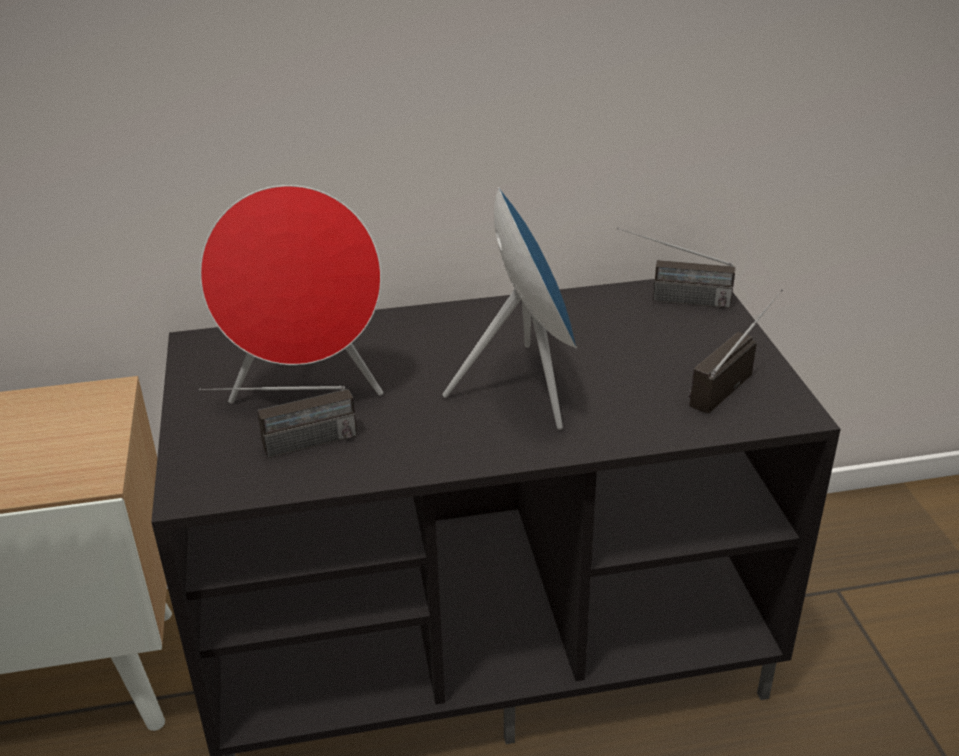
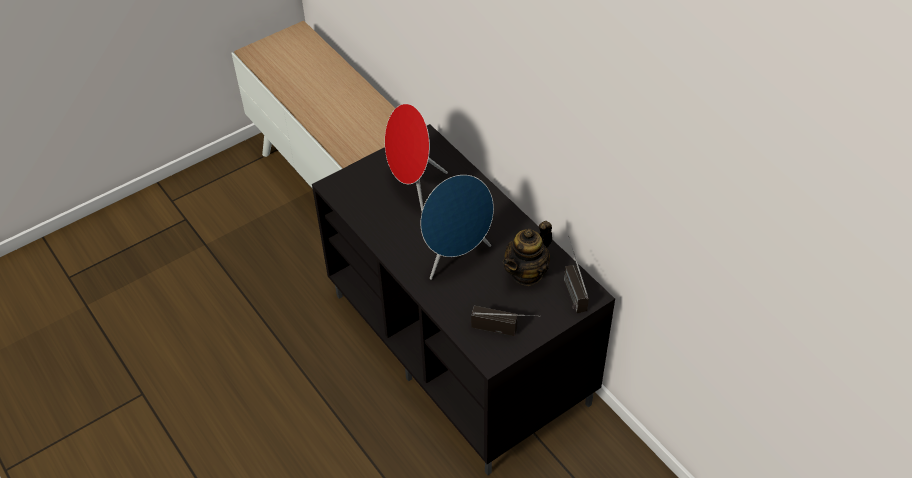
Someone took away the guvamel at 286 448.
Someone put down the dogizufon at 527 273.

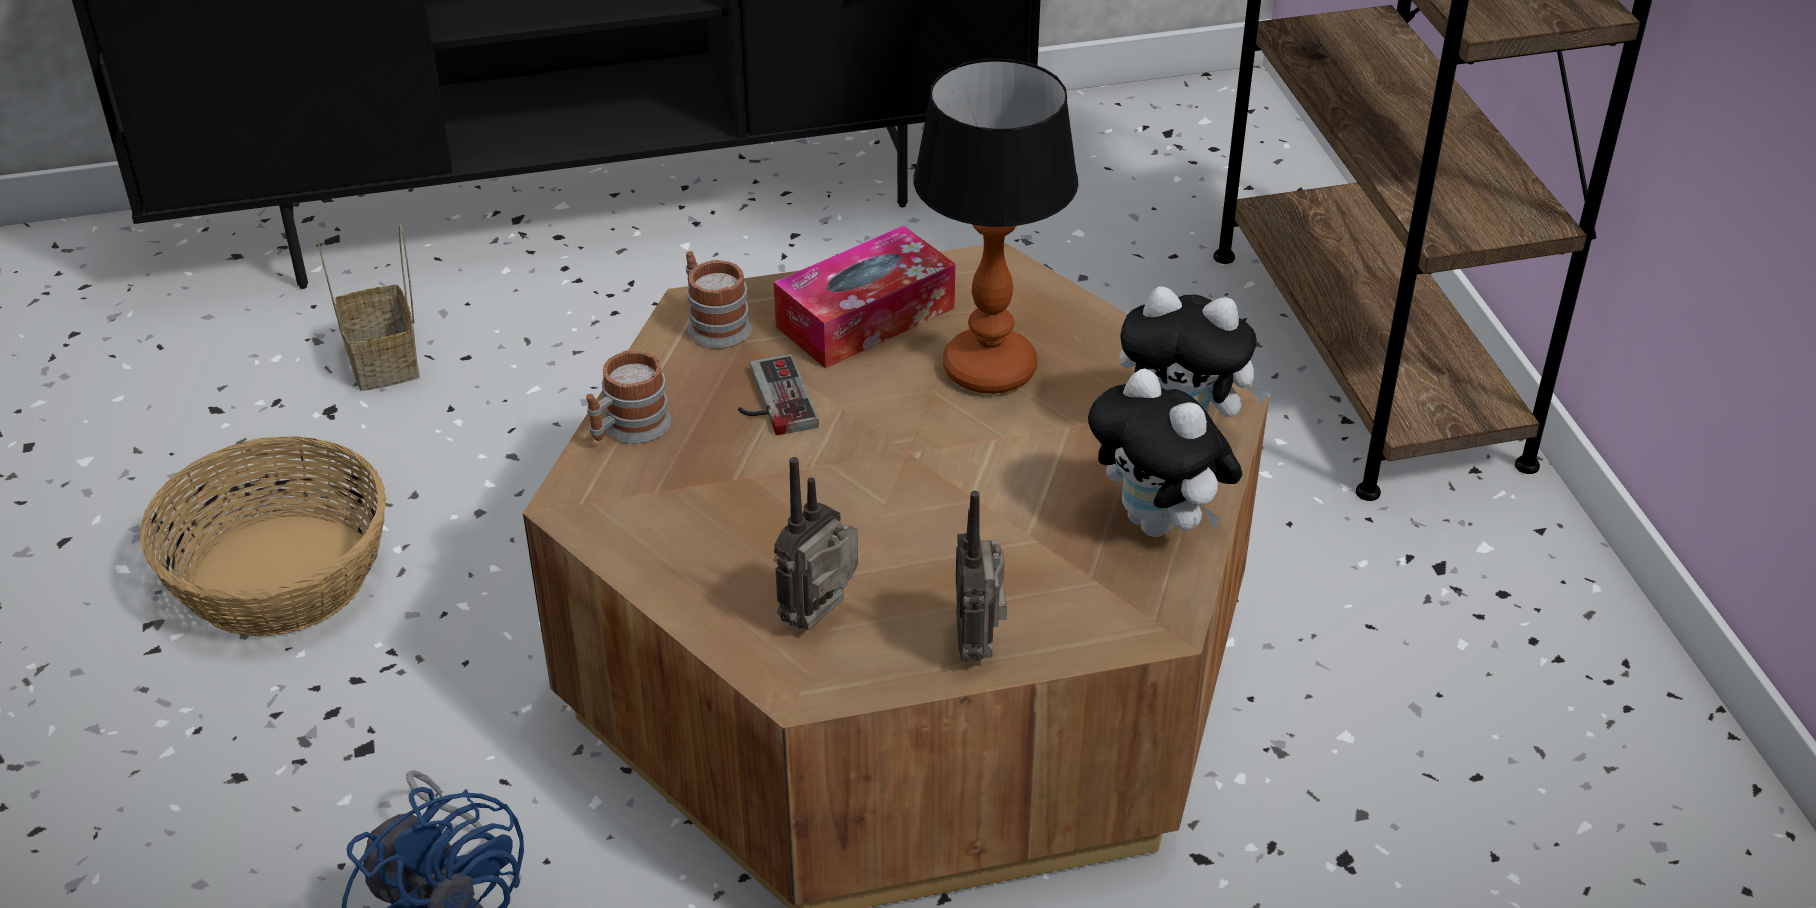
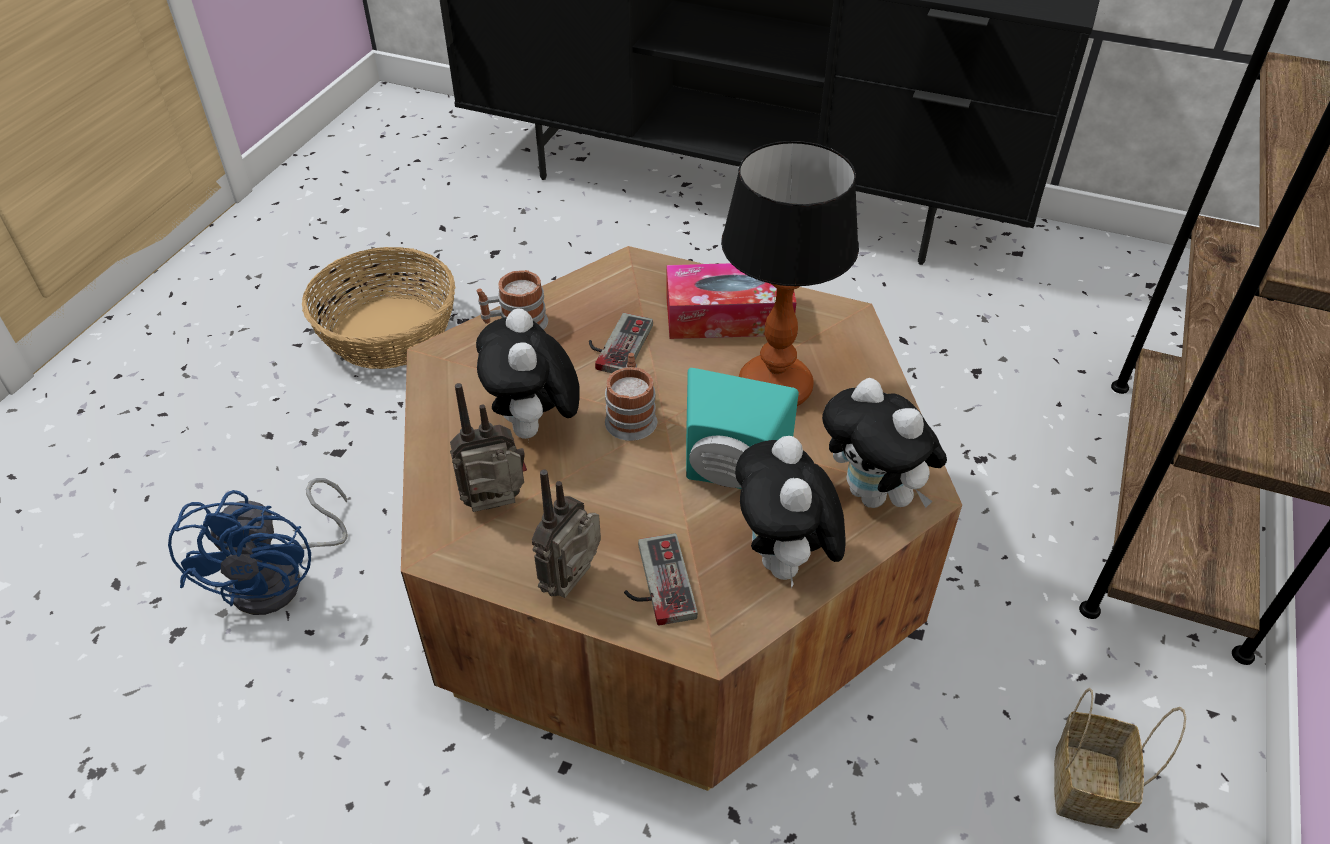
Someone carried the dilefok from 385 363 to 1089 788.
Someone carried the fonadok from 713 324 to 631 416.
Someone put down the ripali at 534 428.
Someone put down the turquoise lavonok at 730 476.
Someone put down the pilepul at 654 583.

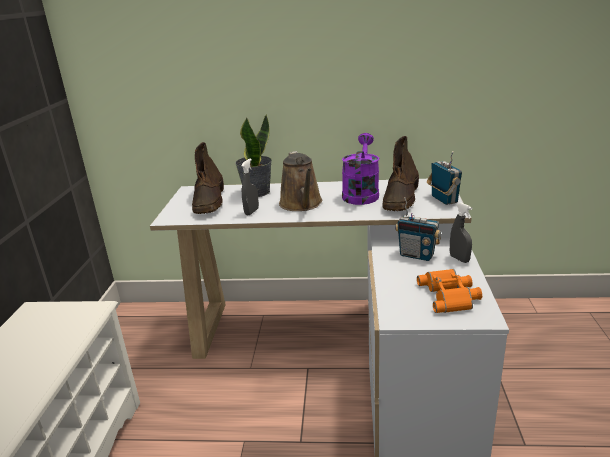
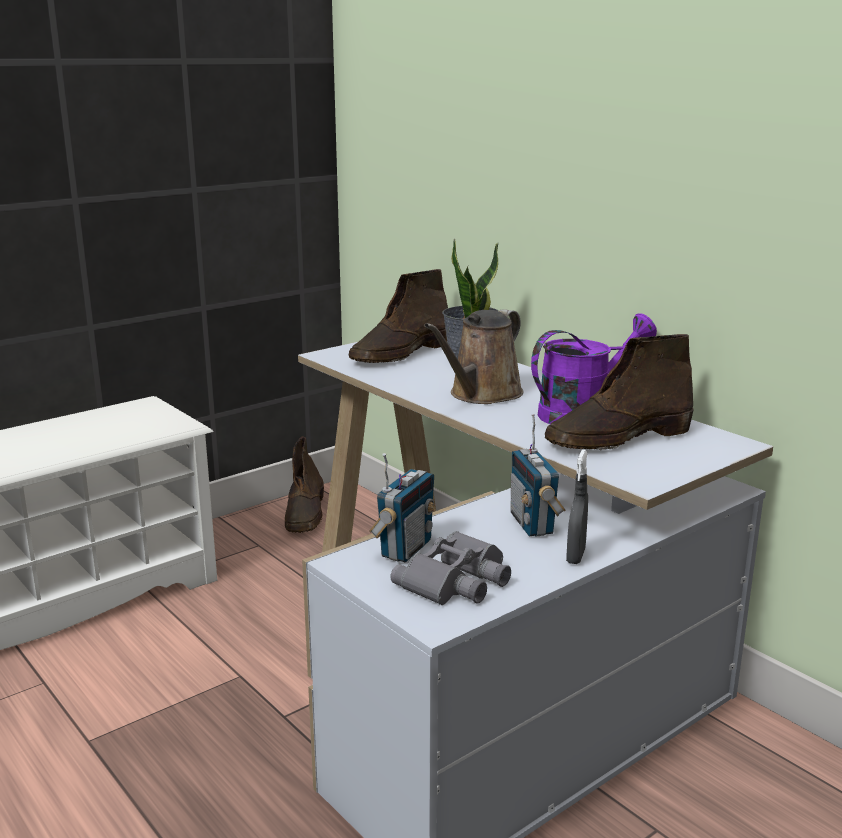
Someone carried the guvamel from 443 200 to 405 549.
Someone took away the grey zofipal at 251 212.
Someone repainted the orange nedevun at 450 295, which became the grey nedevun at 457 581.
Someone put down the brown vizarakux at 305 514.

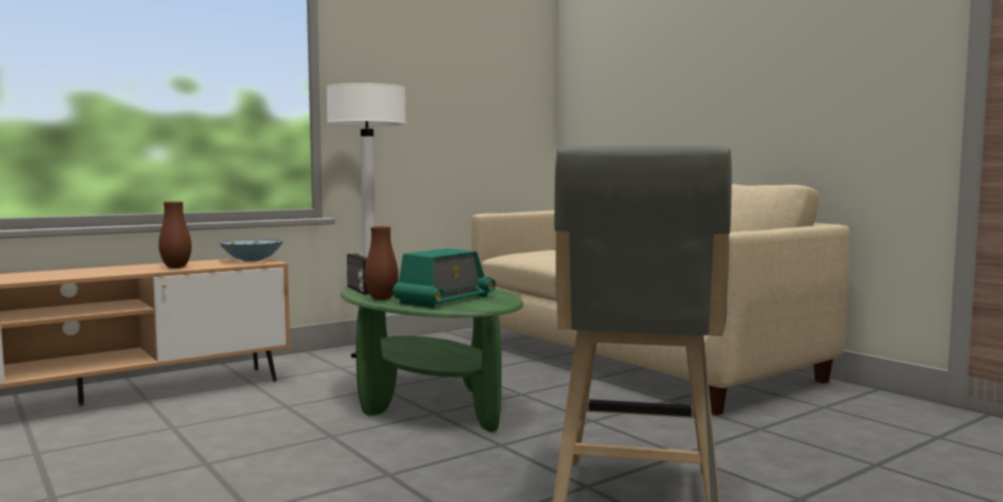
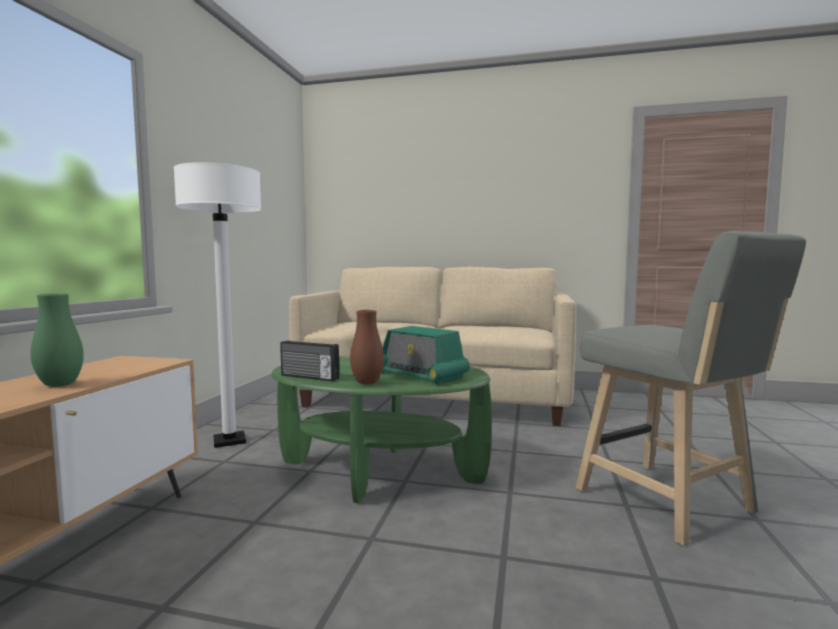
Someone repainted the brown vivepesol at 176 267, which became the green vivepesol at 60 385.
Someone took away the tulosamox at 252 260.
Someone rotated the guvamel at 445 300 by 135 degrees clockwise.

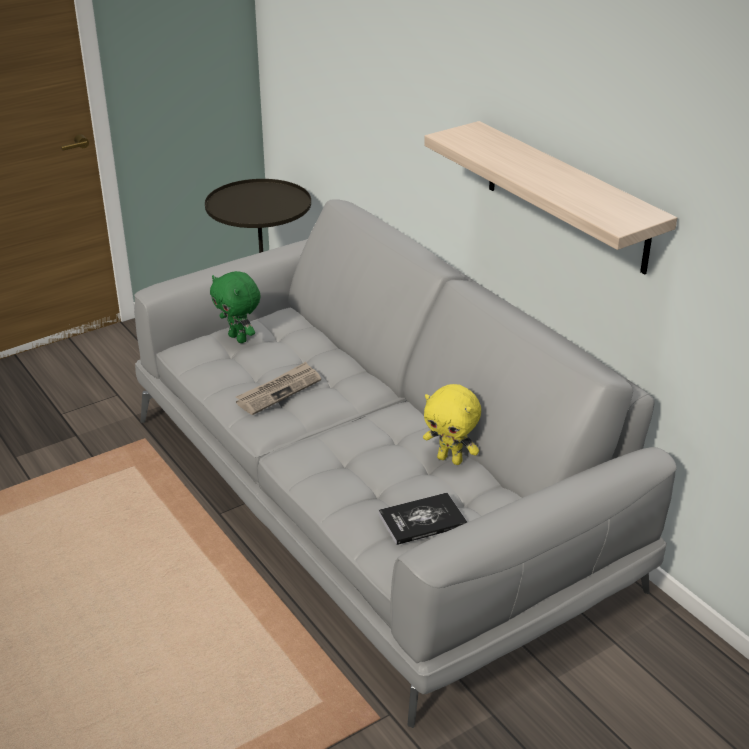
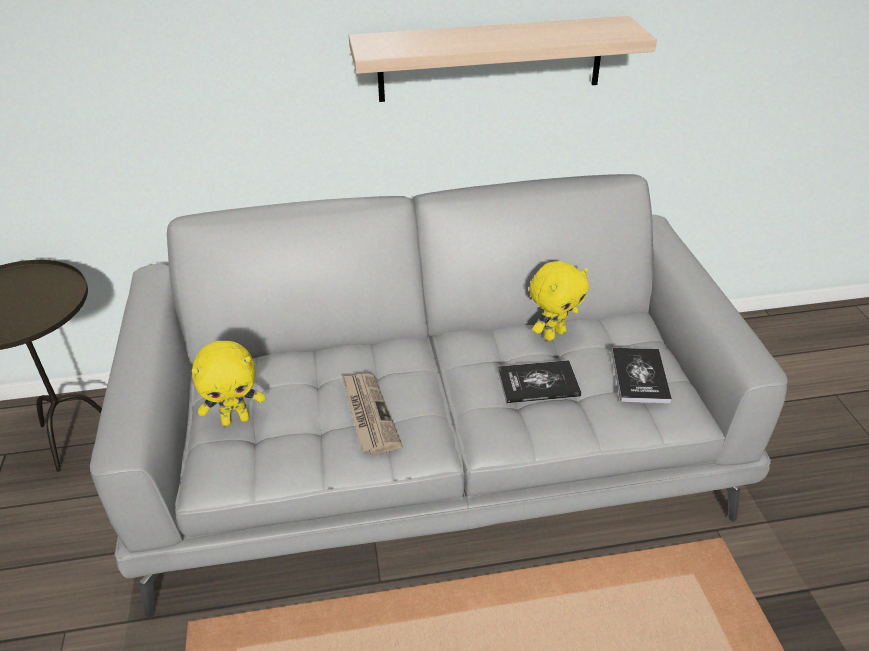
Someone repainted the green ripali at 239 338, which became the yellow ripali at 236 419.
Someone put down the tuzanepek at 538 383.

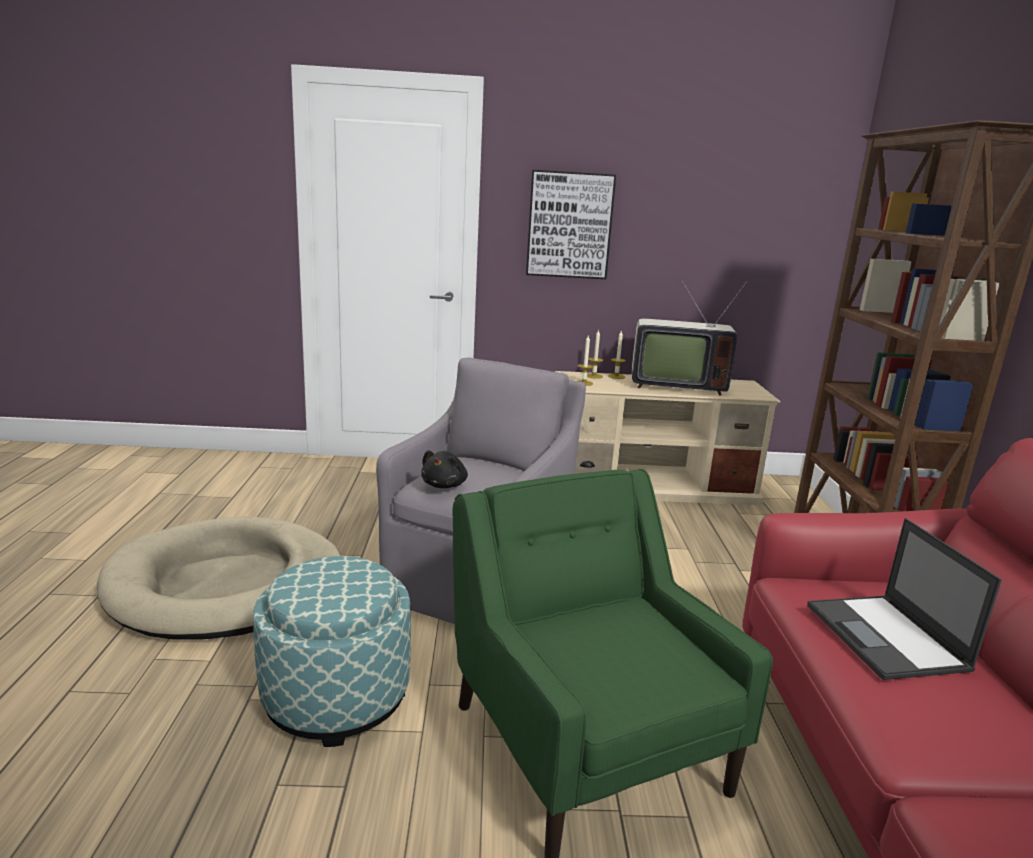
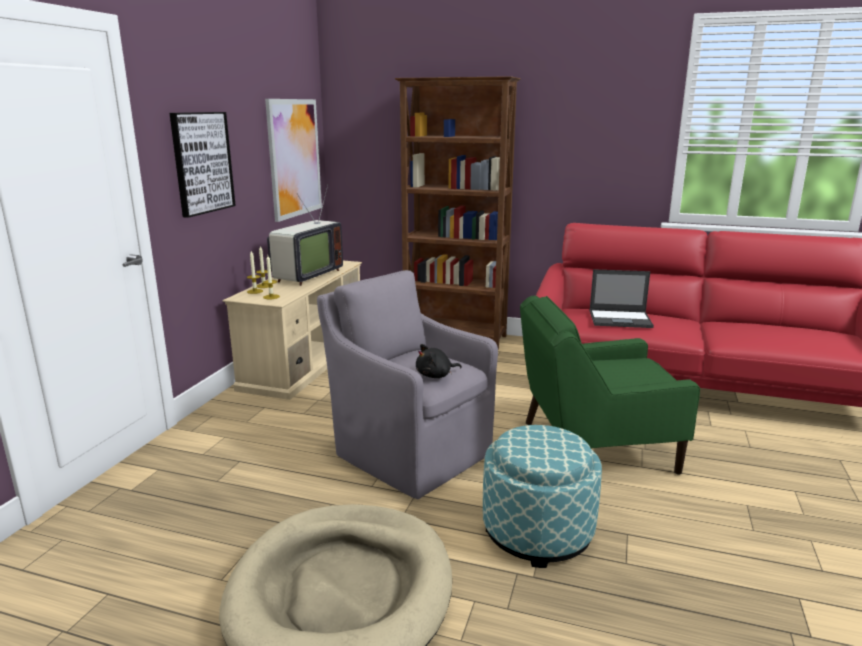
Someone rotated the black ripali at 445 485 by 120 degrees clockwise.
Someone put up the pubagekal at 294 158.

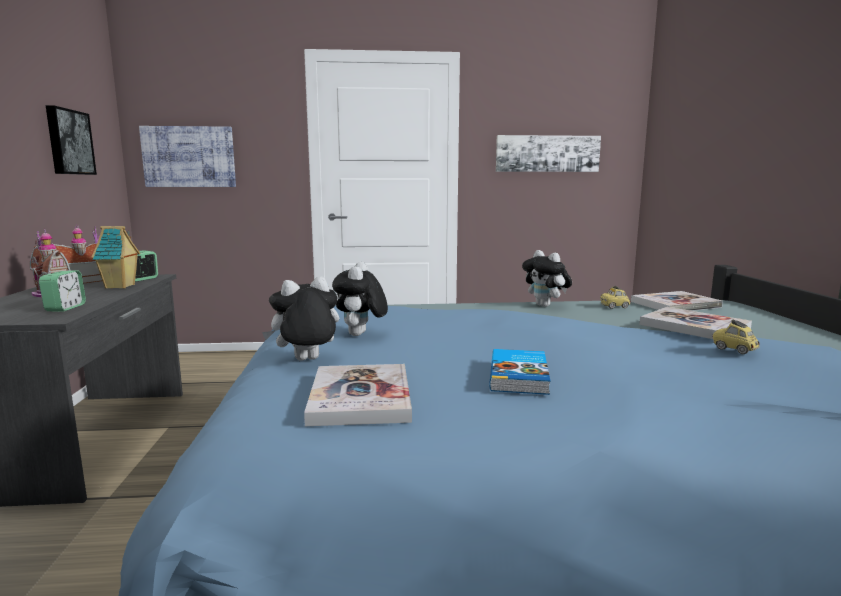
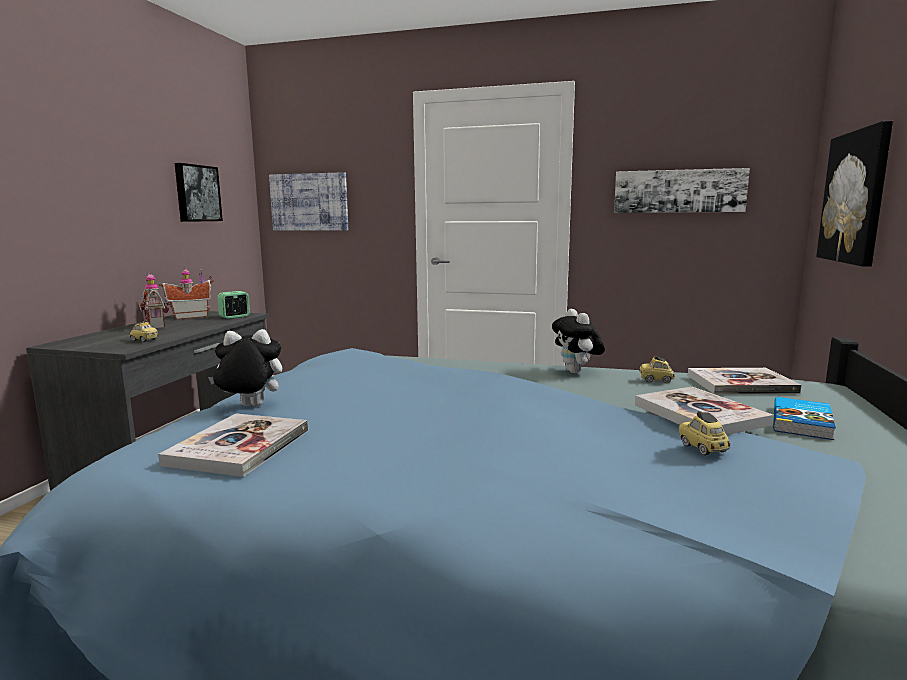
Someone took away the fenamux at 120 286.
Someone took away the ripali at 360 335.
Someone swapped the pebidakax at 65 308 for the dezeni at 144 340.
Someone carried the tuzanepek from 520 376 to 803 422.
Someone put up the pubagekal at 855 197.

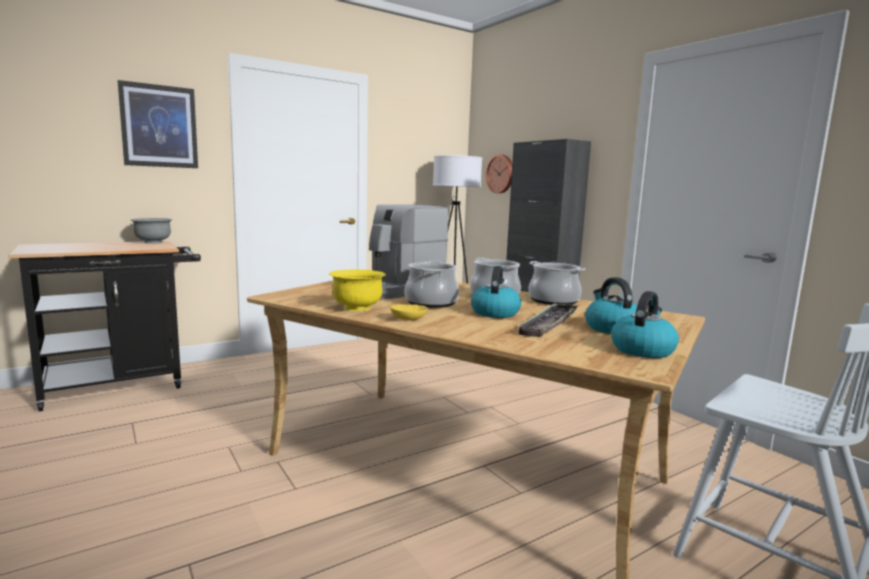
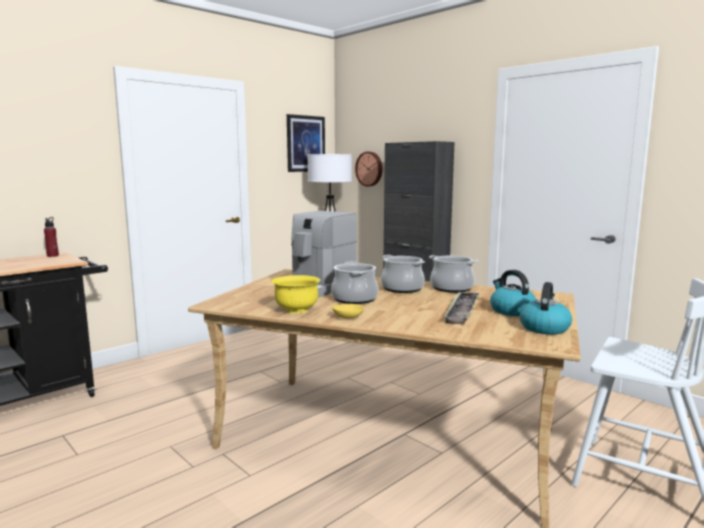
Someone carried the pubagekal from 159 126 to 305 144.
Someone swapped the grey tulosamox at 153 242 for the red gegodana at 53 255.
Someone took away the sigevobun at 495 313.

